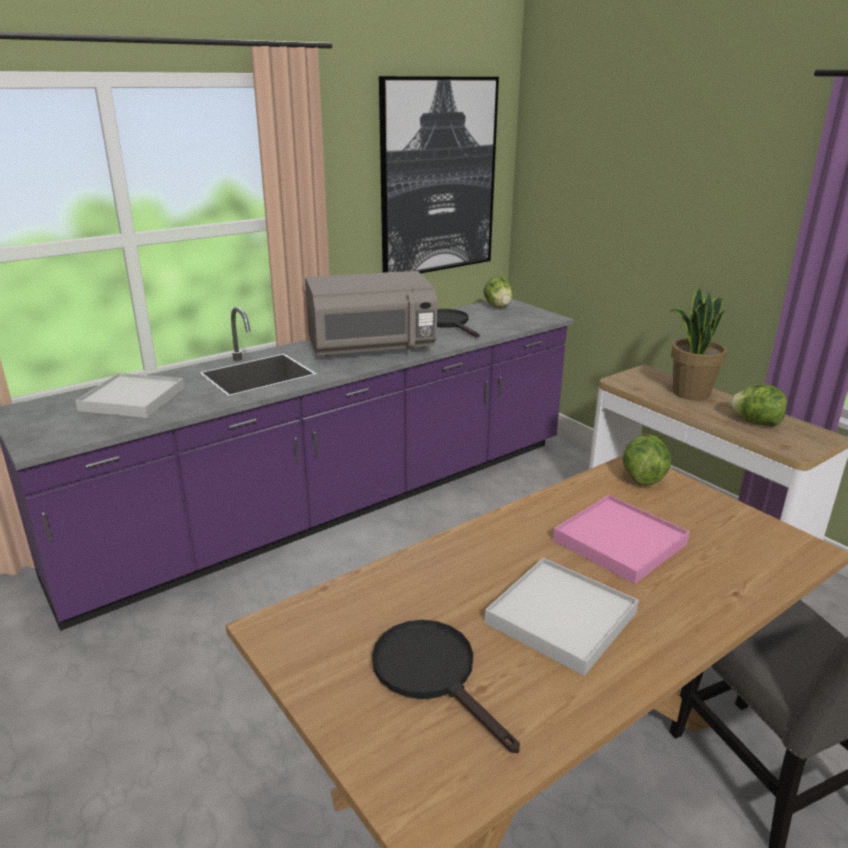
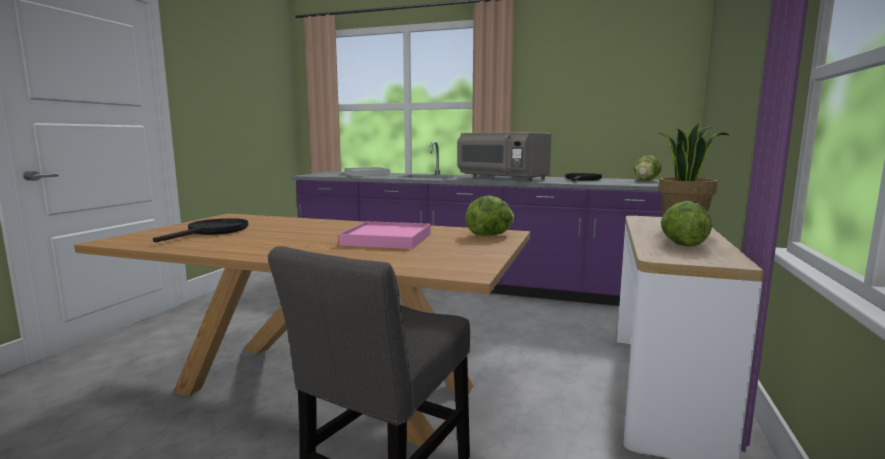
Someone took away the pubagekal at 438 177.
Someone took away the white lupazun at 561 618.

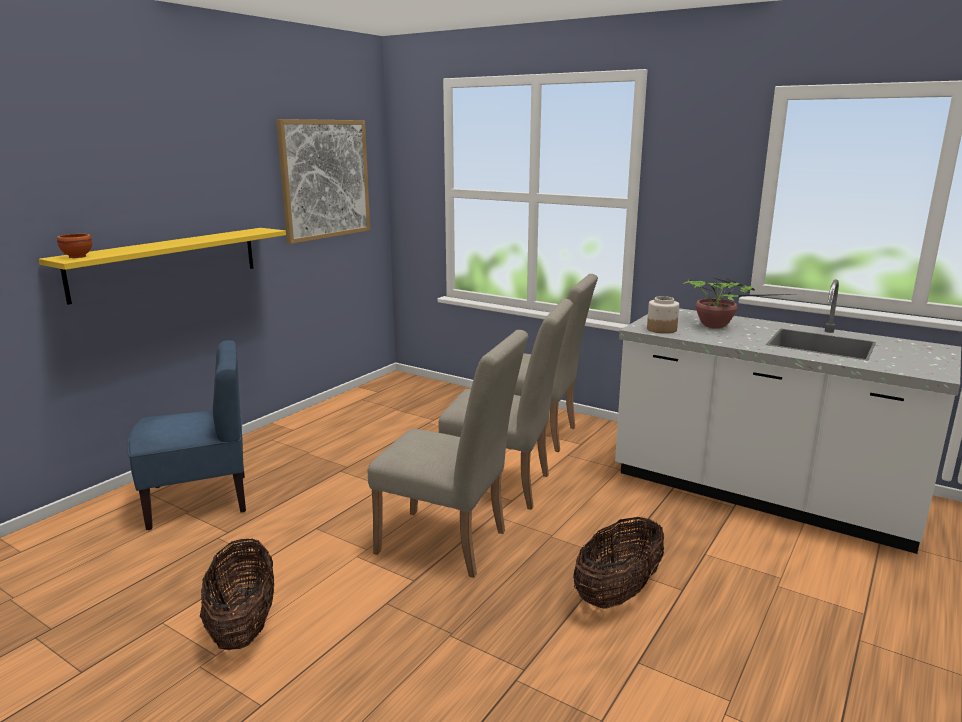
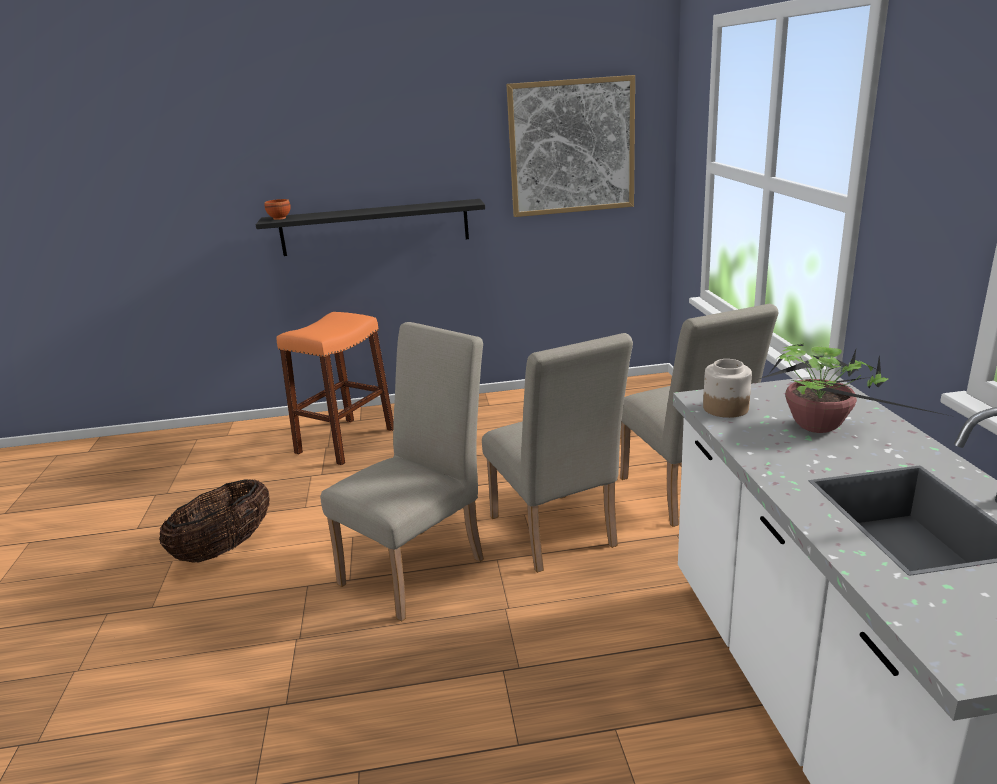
Someone repainted the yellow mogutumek at 167 262, which became the black mogutumek at 375 227.
Someone rotated the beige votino at 450 544 by 120 degrees counterclockwise.
Someone swapped the blue votino at 199 500 for the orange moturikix at 345 441.
Someone took away the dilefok at 618 593.

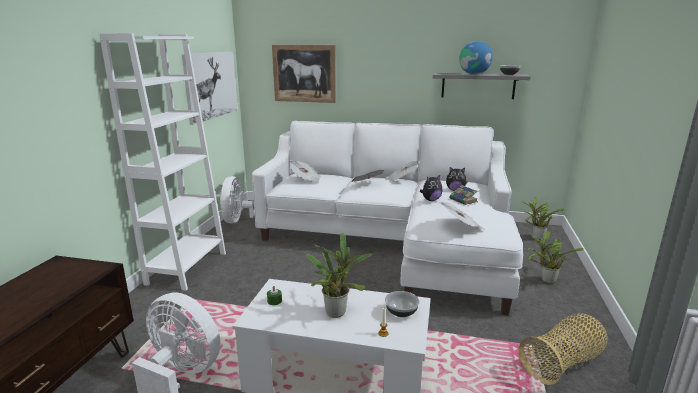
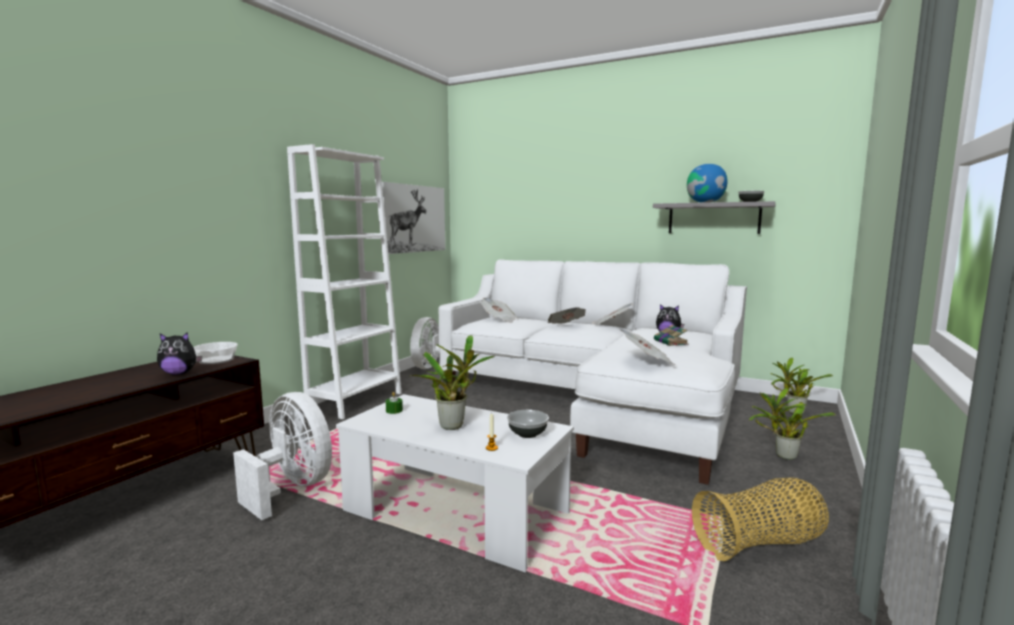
Someone took away the pubagekal at 304 73.
Someone carried the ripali from 431 200 to 179 373.
Someone put down the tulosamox at 216 360.

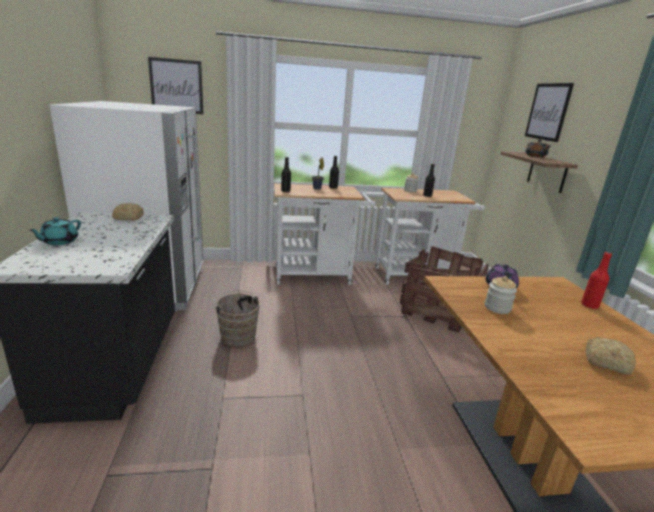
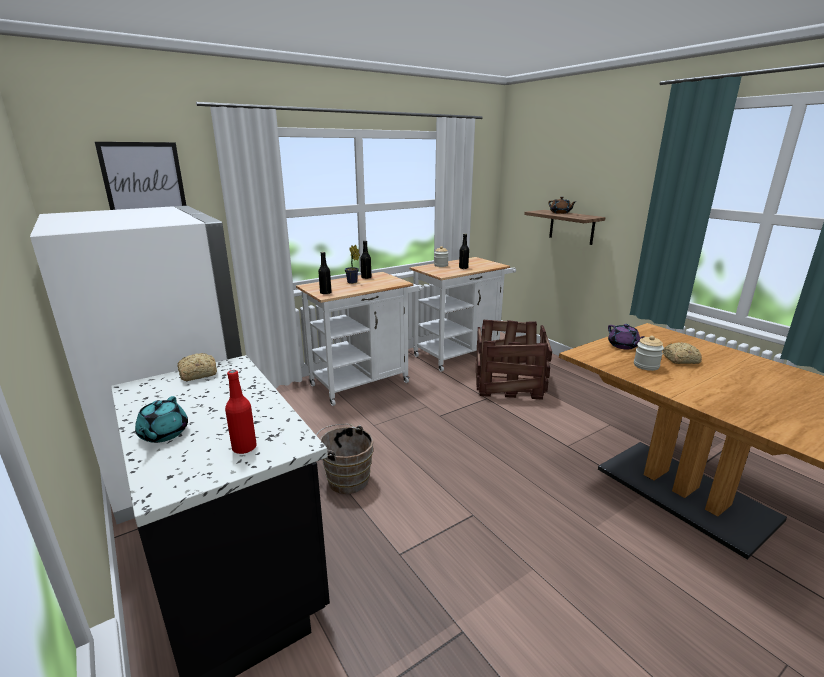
Someone took away the pubagekal at 548 112.
Someone carried the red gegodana from 589 305 to 244 448.
Someone carried the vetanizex from 604 362 to 679 360.

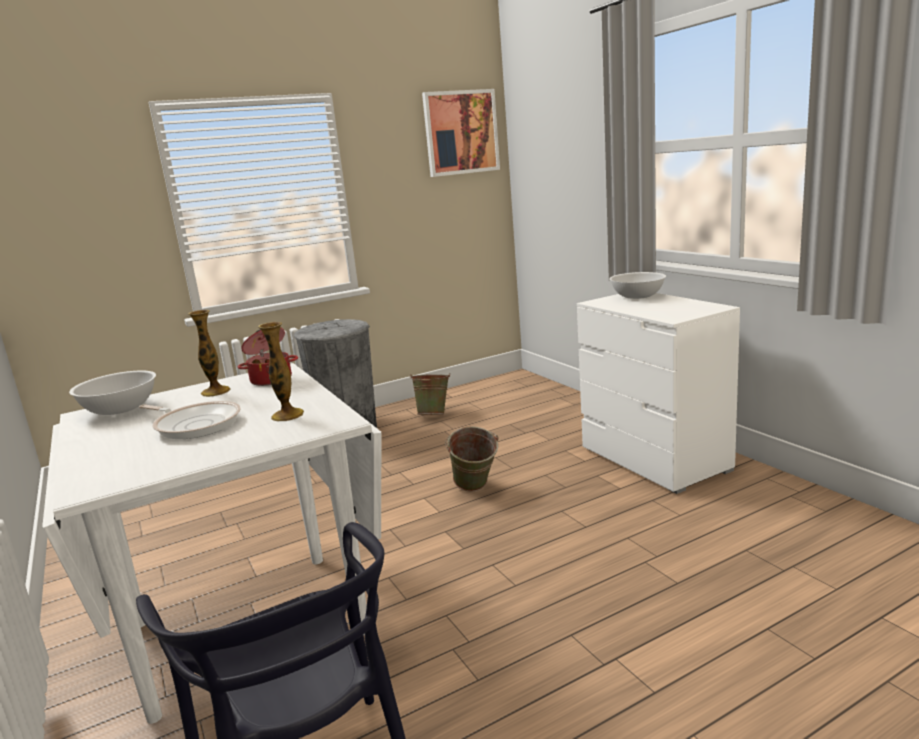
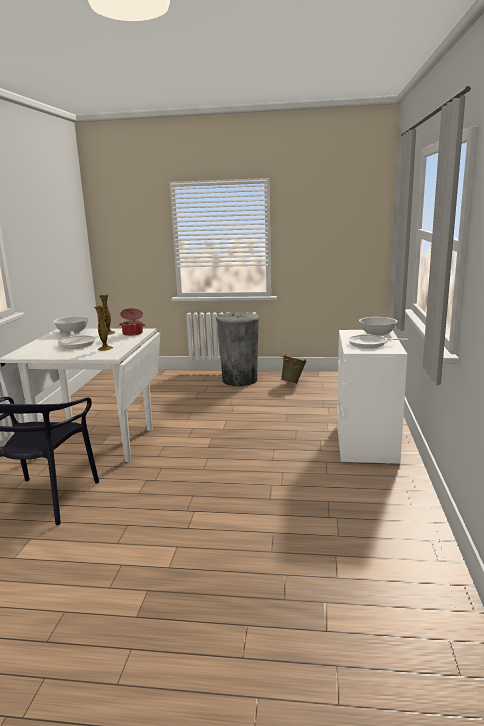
Someone took away the pubagekal at 461 132.
Someone took away the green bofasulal at 474 490.
Someone put down the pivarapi at 370 344.

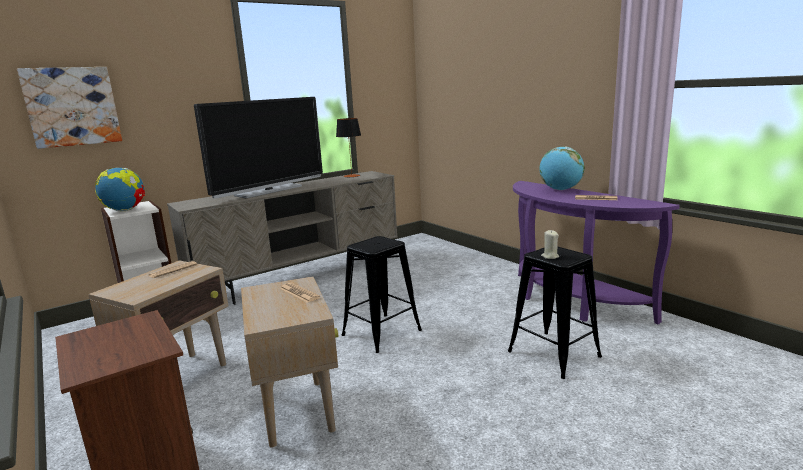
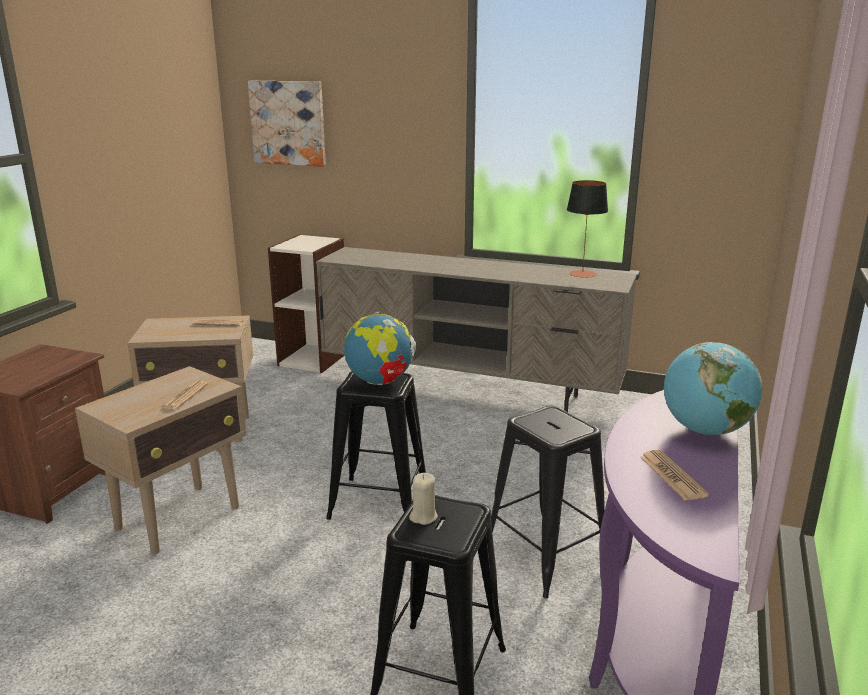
Someone took away the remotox at 269 191.
Someone carried the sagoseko from 125 210 to 380 382.
Someone put down the black moturikix at 545 556.

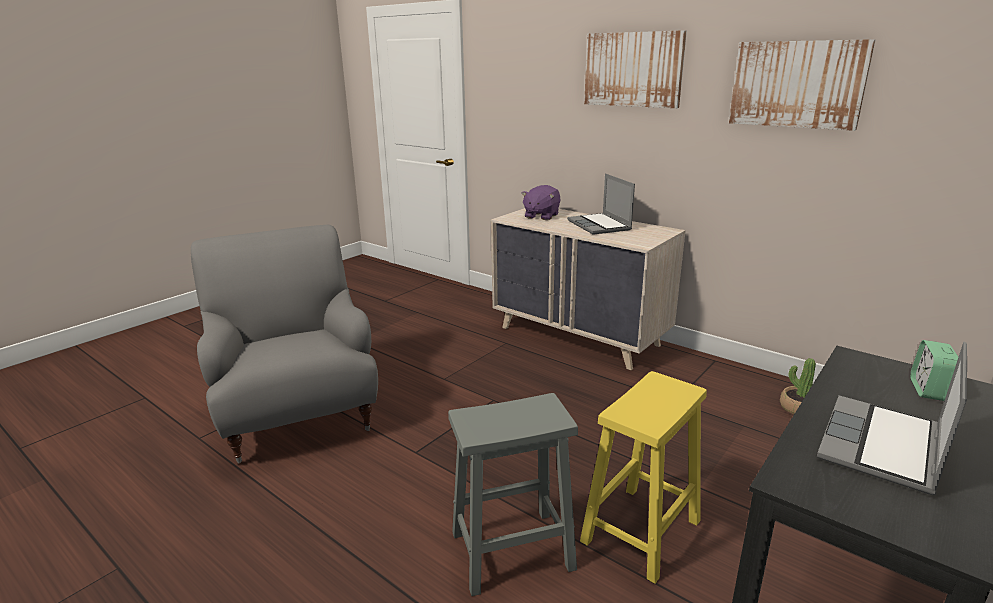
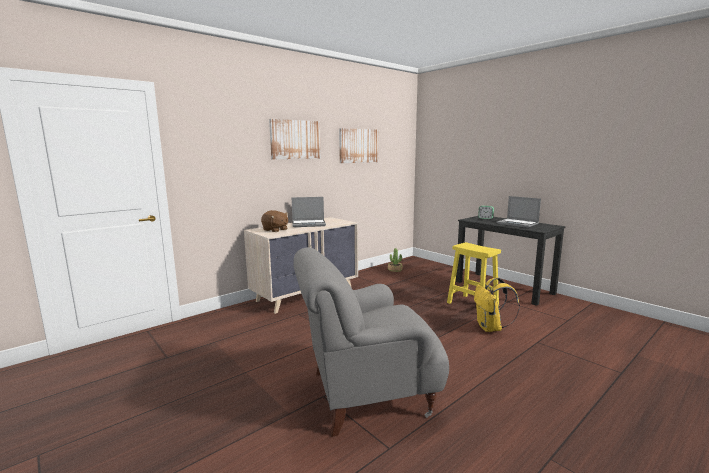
Someone repainted the purple ripali at 541 216, which became the brown ripali at 275 230.
Someone swapped the grey moturikix at 510 551 for the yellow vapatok at 491 328.

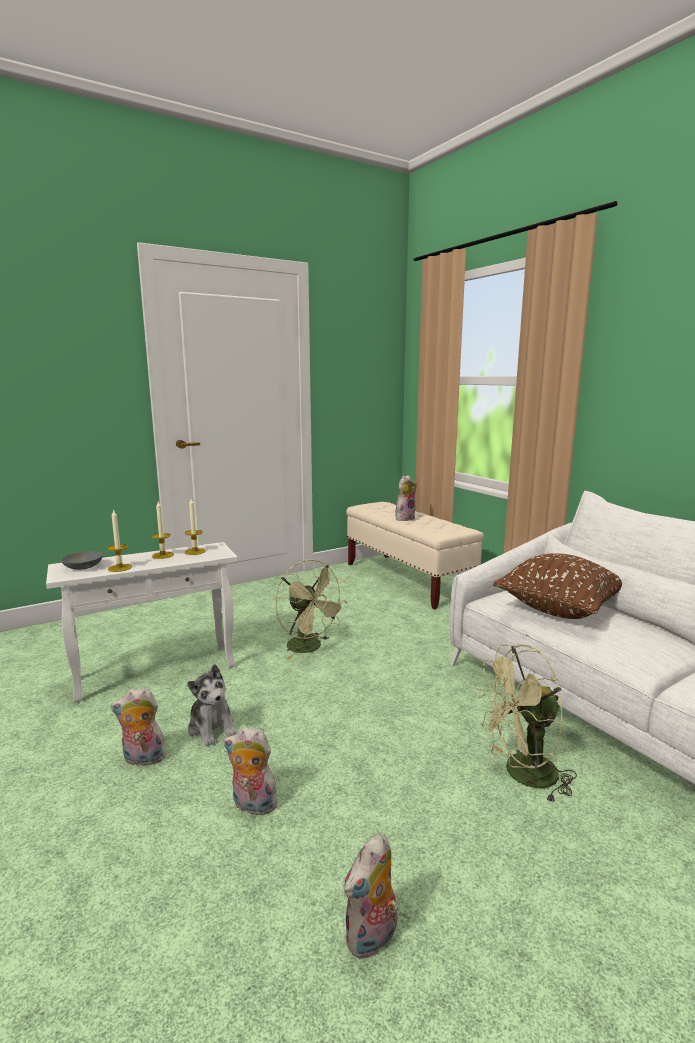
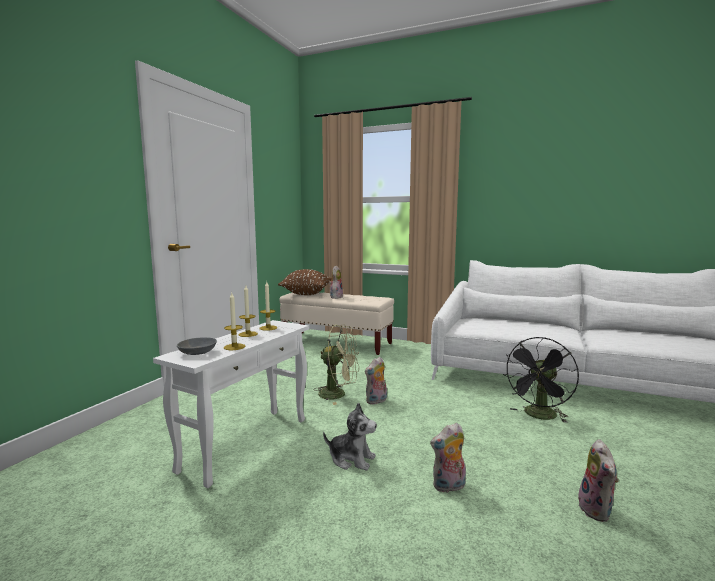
Someone carried the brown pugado from 559 609 to 306 294.
Someone repainted the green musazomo at 521 775, which became the black musazomo at 539 416.
Someone carried the ripali from 142 759 to 376 401.

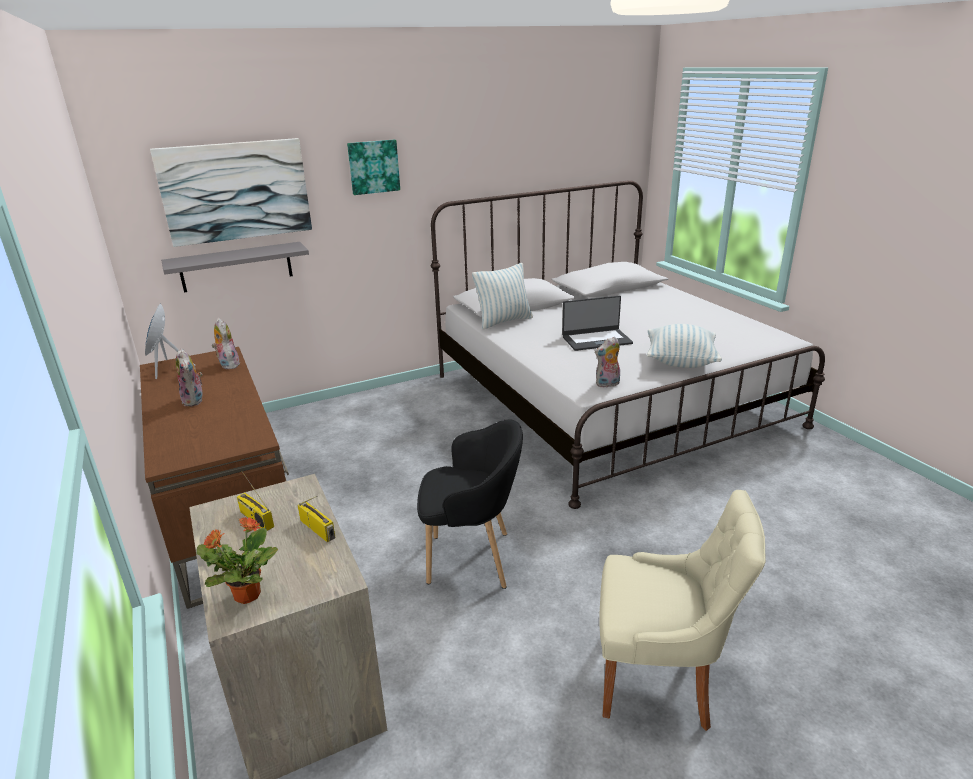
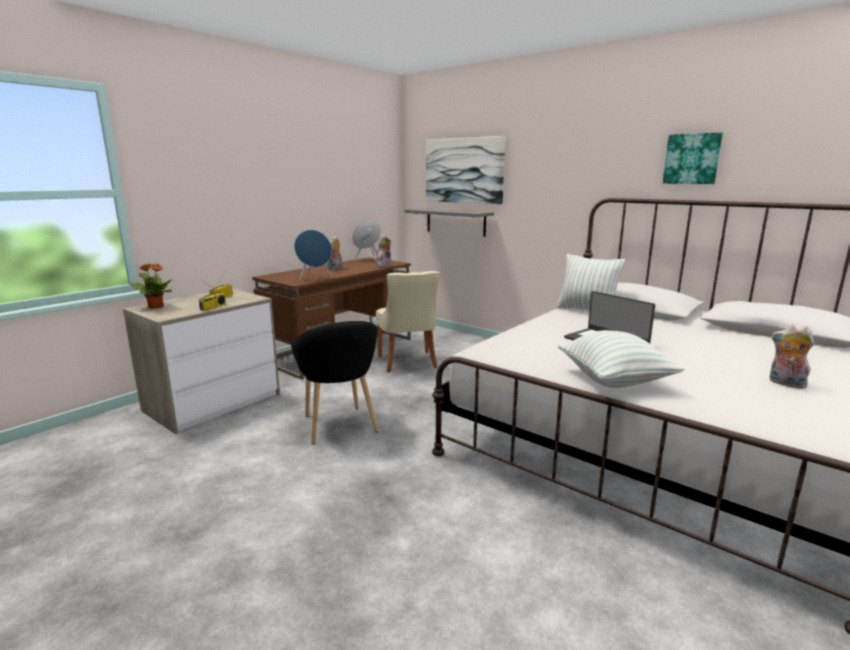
Someone carried the pubagekal from 373 167 to 692 159.
Someone carried the ripali from 607 384 to 785 383.
Someone carried the beige votino from 659 678 to 408 362.
Someone put down the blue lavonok at 314 278.

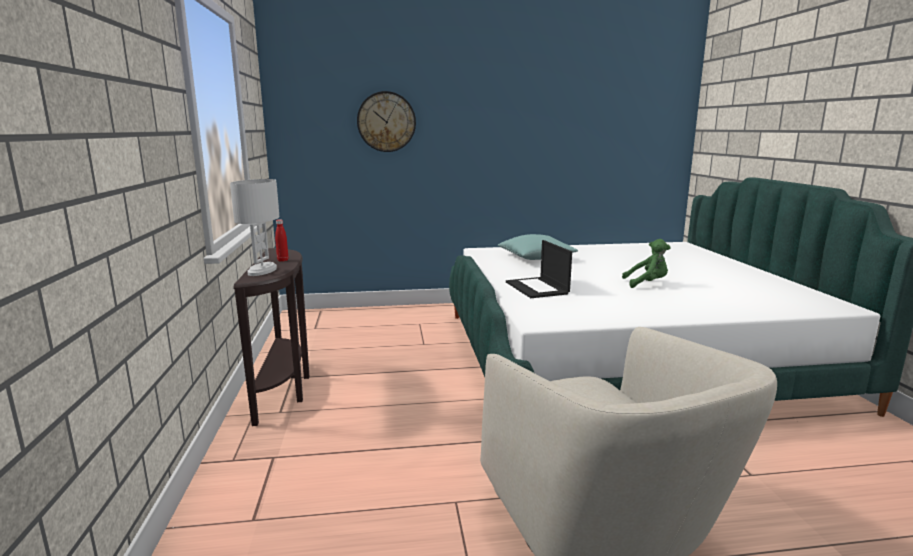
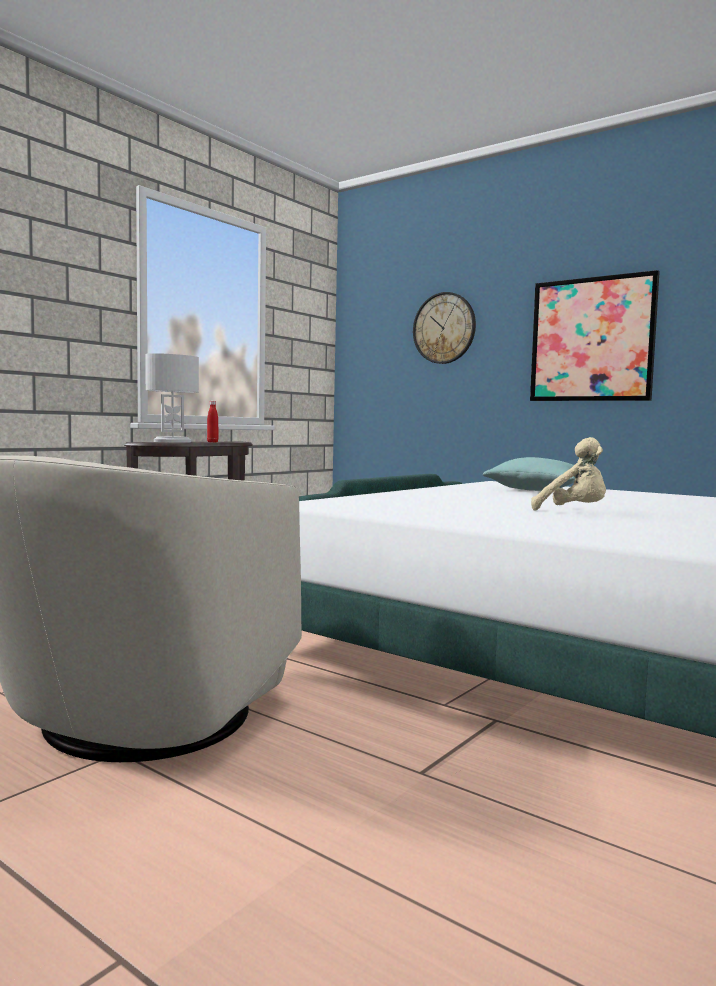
Someone repainted the green ripali at 647 283, which became the beige ripali at 575 512.
Someone took away the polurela at 537 288.
Someone put up the pubagekal at 592 339.

